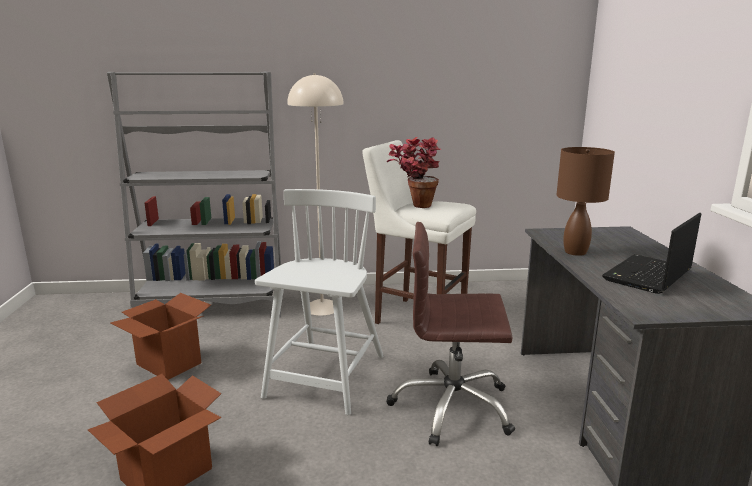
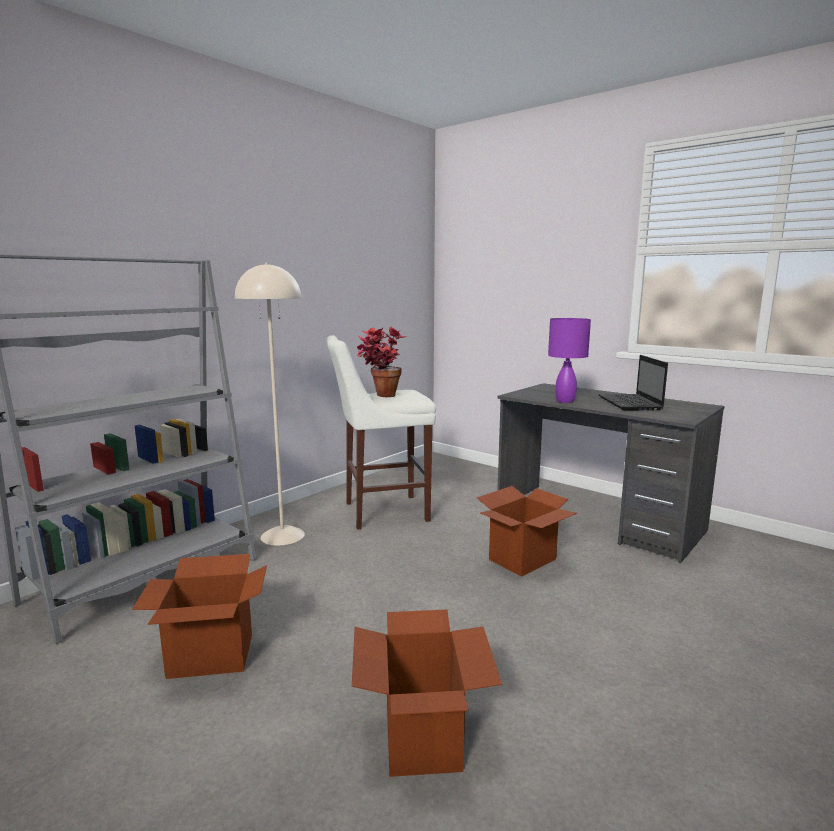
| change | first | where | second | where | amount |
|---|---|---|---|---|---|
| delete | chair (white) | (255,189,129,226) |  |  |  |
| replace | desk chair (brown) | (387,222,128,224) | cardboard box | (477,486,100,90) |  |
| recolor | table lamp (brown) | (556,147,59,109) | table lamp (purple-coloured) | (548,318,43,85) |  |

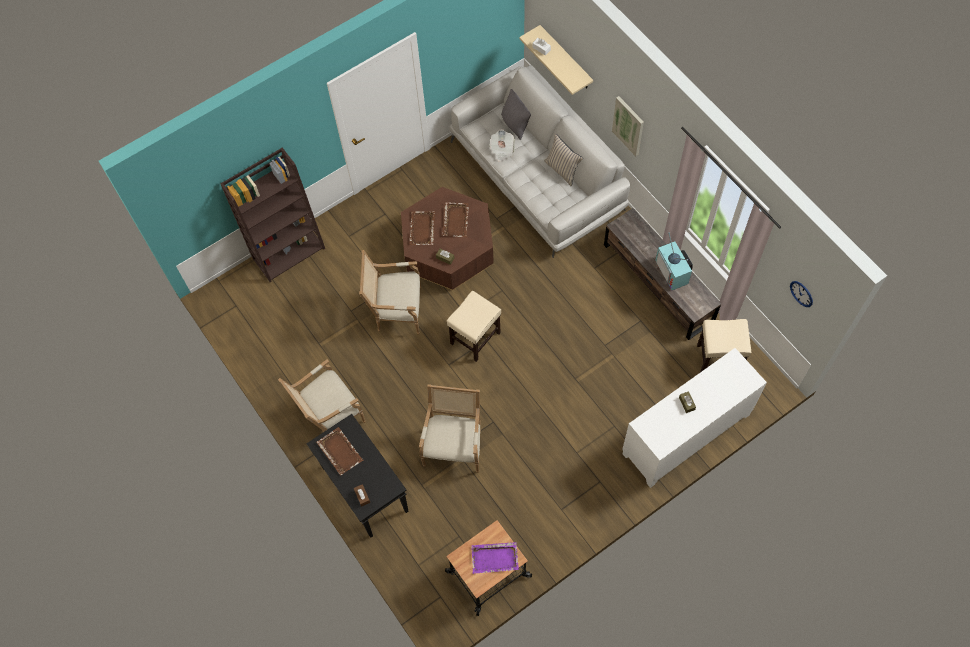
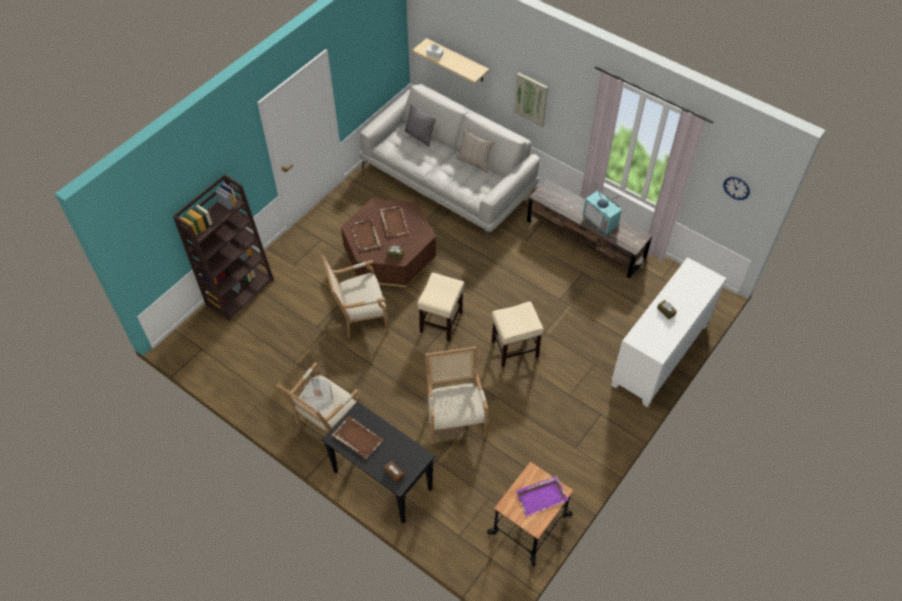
| change | first | where | second | where | amount |
|---|---|---|---|---|---|
| move | newspaper | (489,129,26,33) |  | (304,377,29,36) |  |
| move | stool (sand-coloured) | (697,319,54,53) |  | (491,301,53,66) |  |

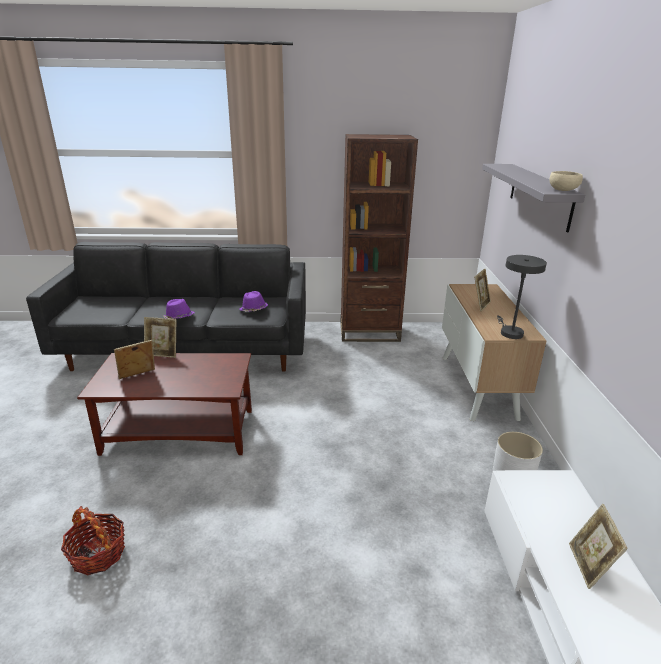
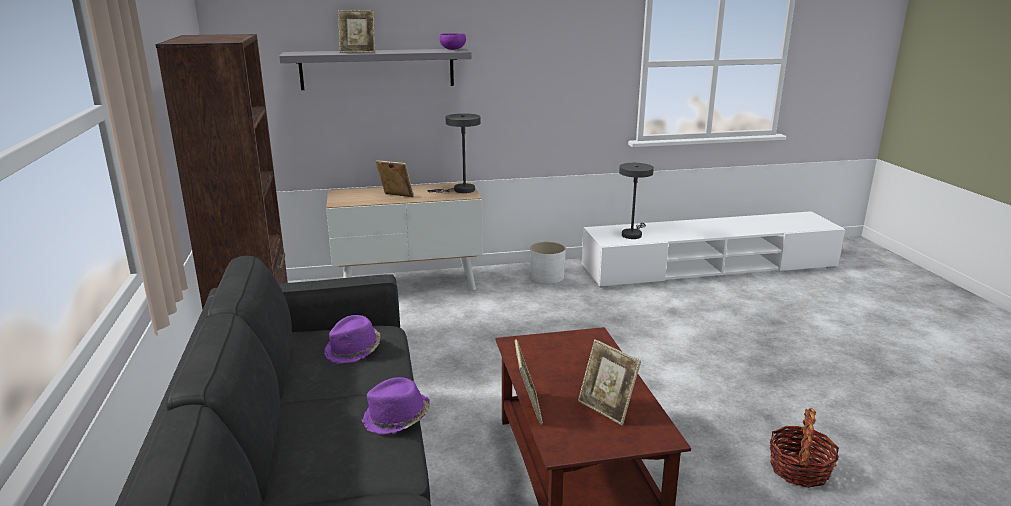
| change | first | where | second | where | amount |
|---|---|---|---|---|---|
| recolor | deep dish (sand-coloured) | (549,171,34,20) | deep dish (purple-coloured) | (440,33,26,17) |  |
| move | standing frame | (569,504,59,85) |  | (338,10,37,43) |  |
| insert |  |  | table lamp (greyish) | (619,163,35,76) |  |

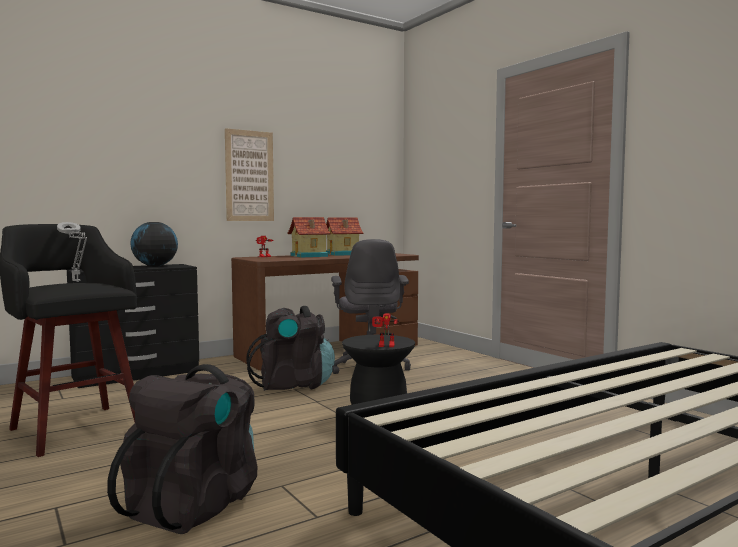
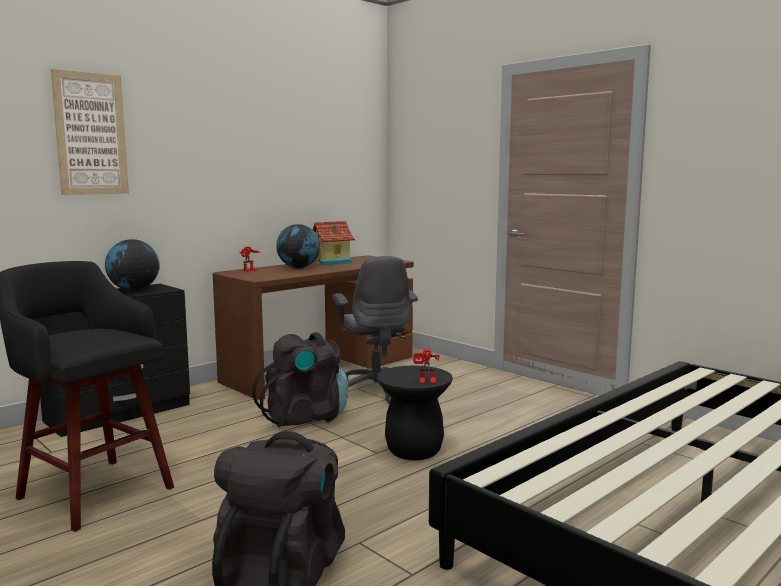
| change | first | where | second | where | amount |
|---|---|---|---|---|---|
| delete | table lamp (greyish) | (57,222,30,60) |  |  |  |
| move | wall art | (225,128,49,93) |  | (51,69,78,126) |  |
| replace | model house | (287,217,44,41) | desk globe | (276,224,44,44) |  |

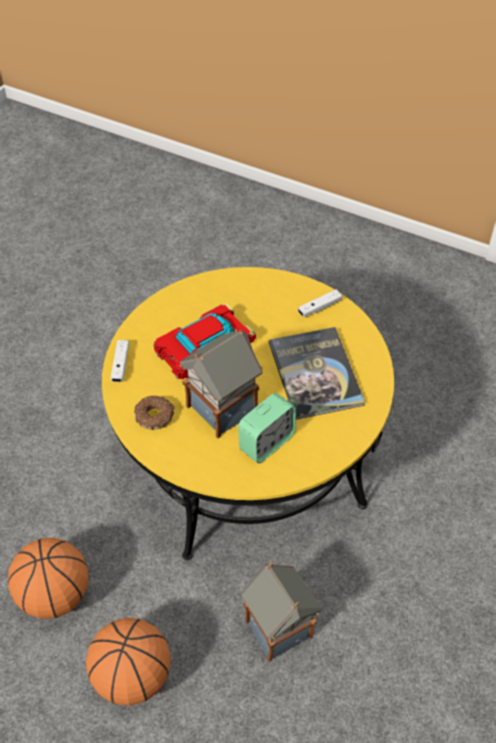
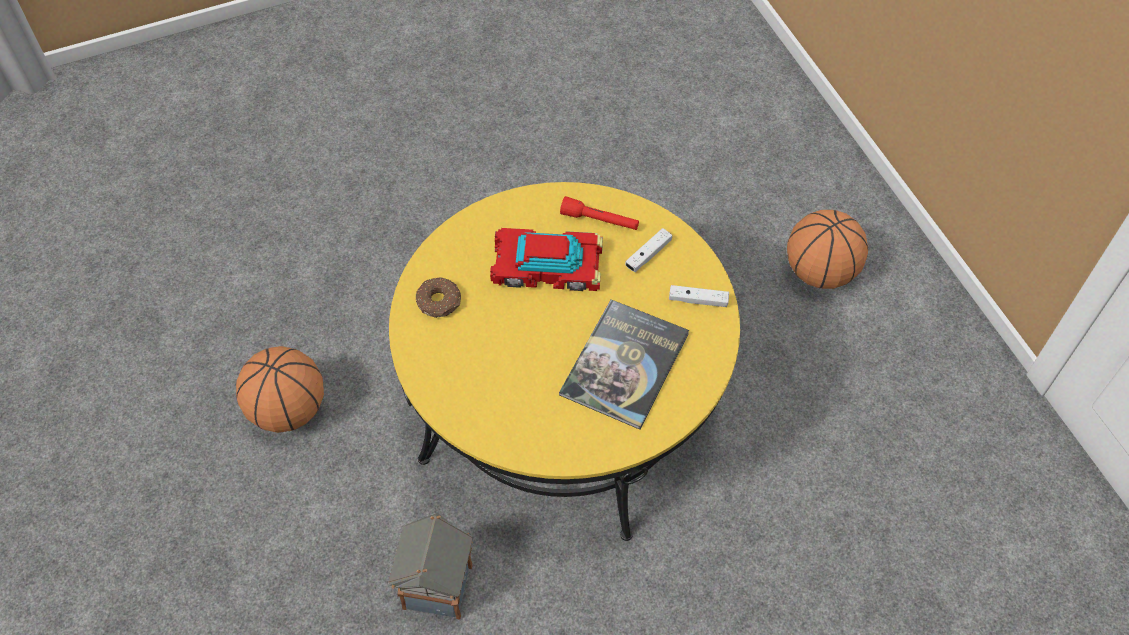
| change | first | where | second | where | amount |
|---|---|---|---|---|---|
| move | basketball | (86,618,85,88) |  | (787,210,81,79) |  |
| move | gamepad (white) | (111,340,18,42) |  | (625,228,47,44) |  |
| delete | model house | (180,329,83,109) |  |  |  |
| delete | bedside clock | (238,393,58,70) |  |  |  |
| insert |  |  | flashlight (reddish) | (560,196,79,34) |  |

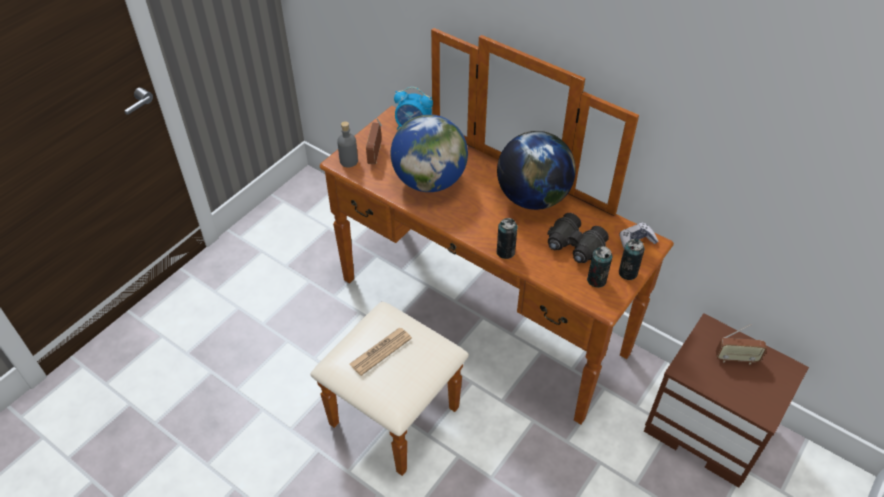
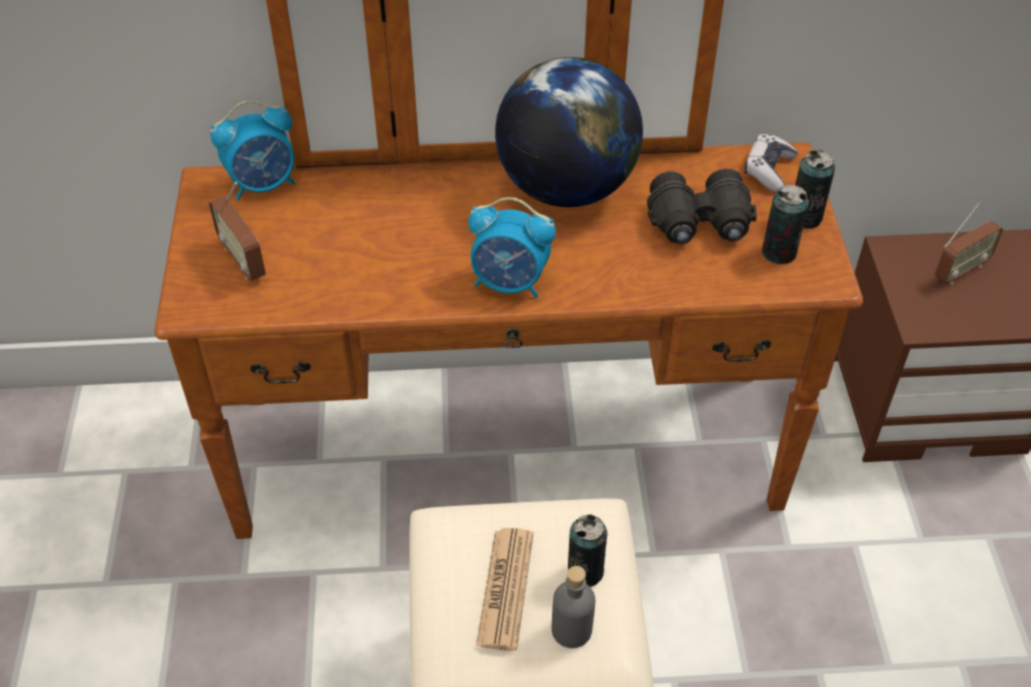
| change | first | where | second | where | amount |
|---|---|---|---|---|---|
| move | bottle (greyish) | (337,121,21,46) |  | (552,566,43,82) |  |
| delete | desk globe | (391,114,77,78) |  |  |  |
| move | can | (497,218,21,41) |  | (568,515,39,72) |  |
| insert |  |  | bedside clock | (468,197,88,101) |  |

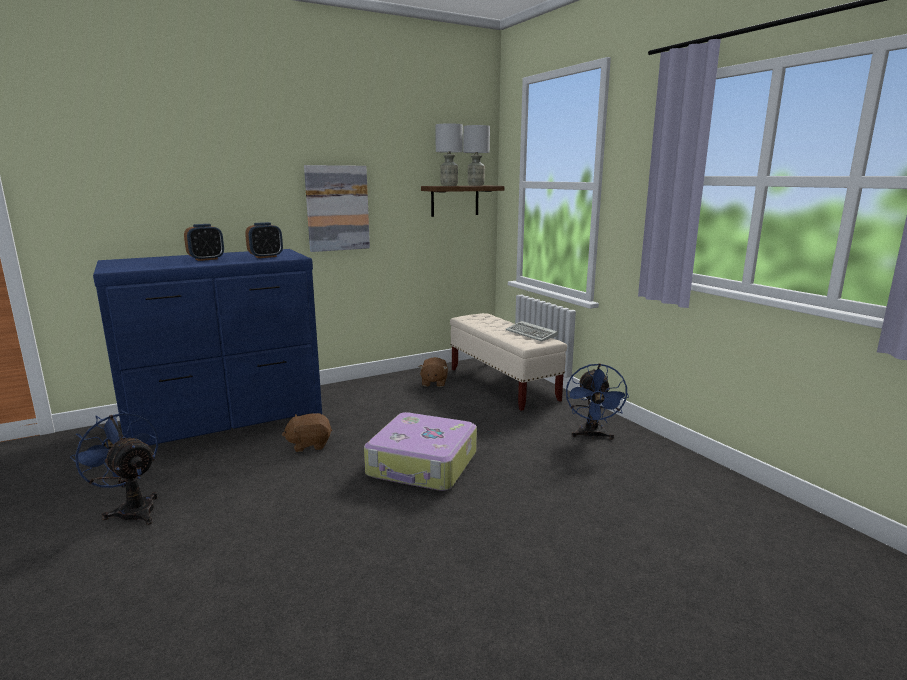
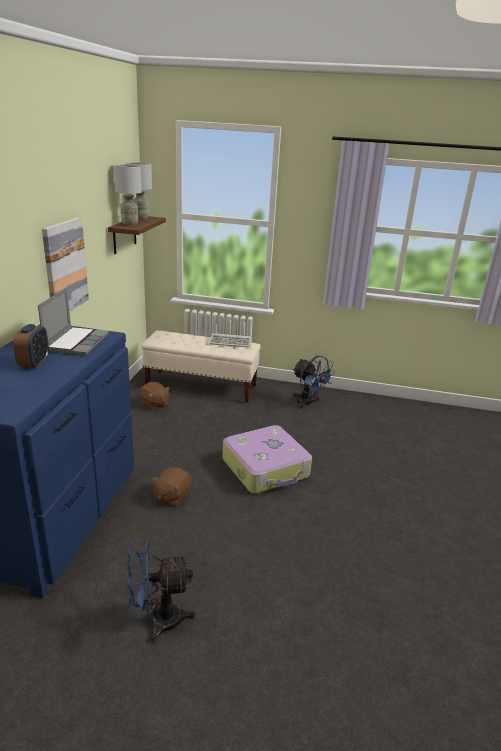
| change | first | where | second | where | amount |
|---|---|---|---|---|---|
| replace | bedside clock | (245,222,38,36) | notebook computer | (38,288,71,67) |  |

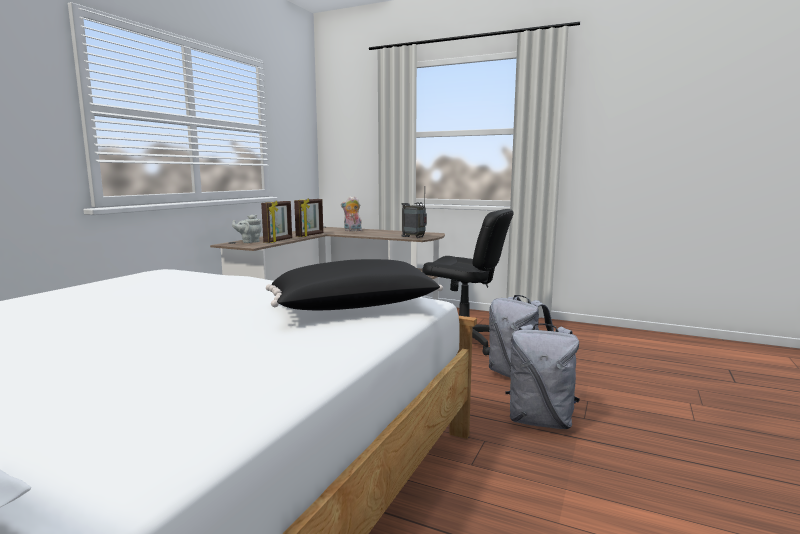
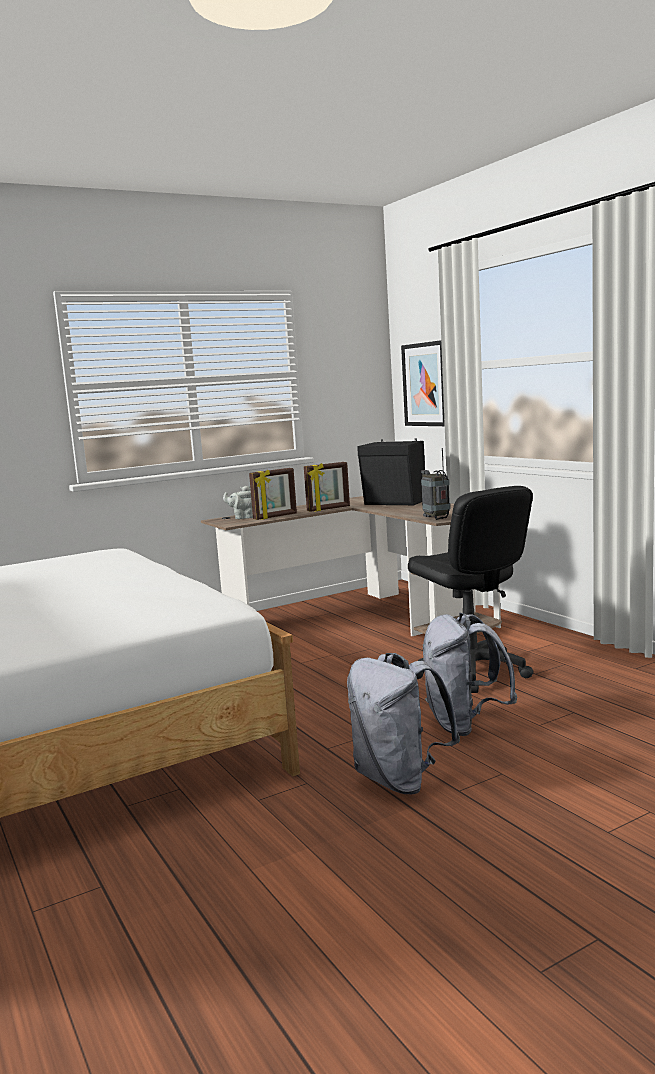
| change | first | where | second | where | amount |
|---|---|---|---|---|---|
| delete | pillow (blackish) | (266,259,177,51) |  |  |  |
| replace | soft toy | (341,196,22,35) | audio speaker (blackish) | (357,438,68,67) |  |
| insert |  |  | wall art | (401,340,44,86) |  |

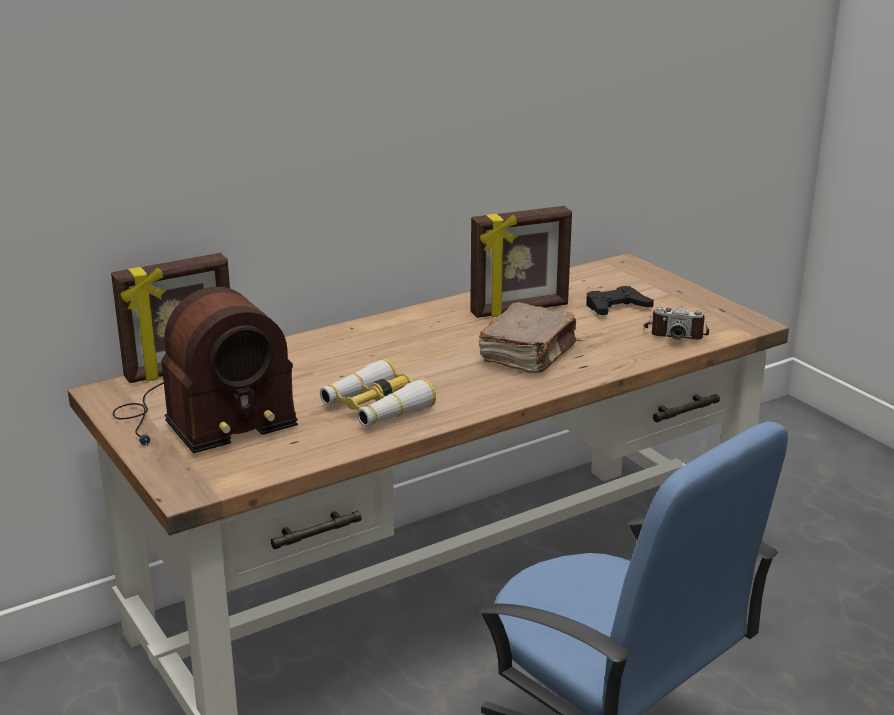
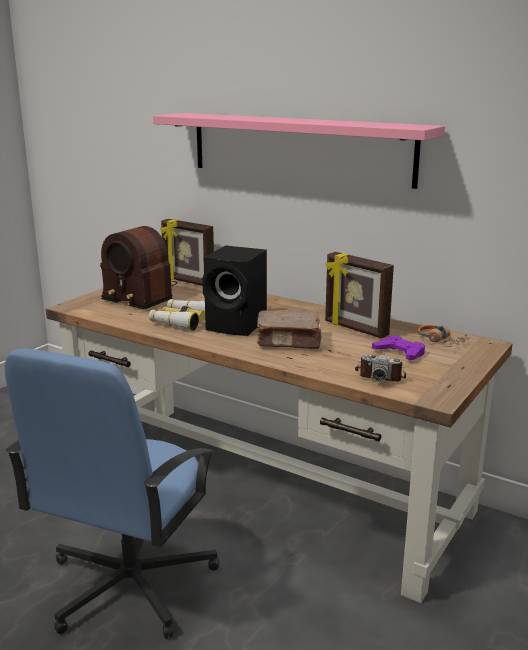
| change | first | where | second | where | amount |
|---|---|---|---|---|---|
| recolor | gamepad (blackish) | (587,286,67,30) | gamepad (purple-coloured) | (372,335,53,25) |  |
| rotate | still camera | (643,306,66,34) |  | (355,354,51,28) | 60 degrees counterclockwise |
| insert |  |  | bracket shelf (pinkish) | (153,113,292,76) |  |
| insert |  |  | audio speaker (blackish) | (202,245,65,91) |  |
| insert |  |  | pair of headphones | (418,325,51,22) |  |

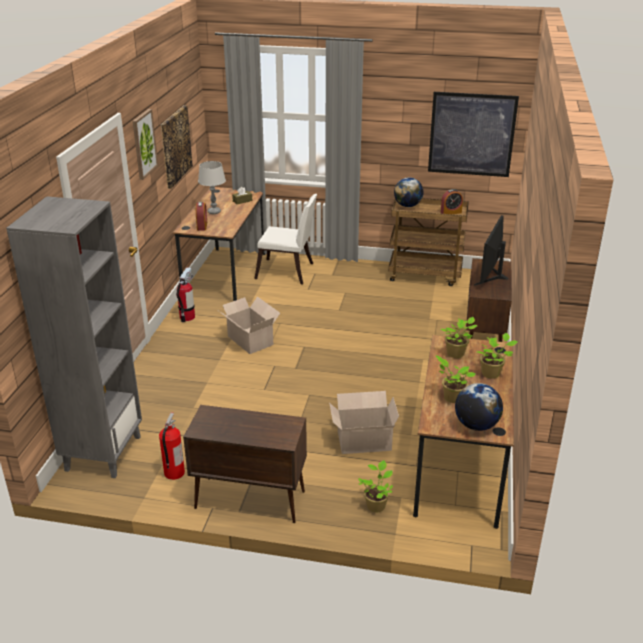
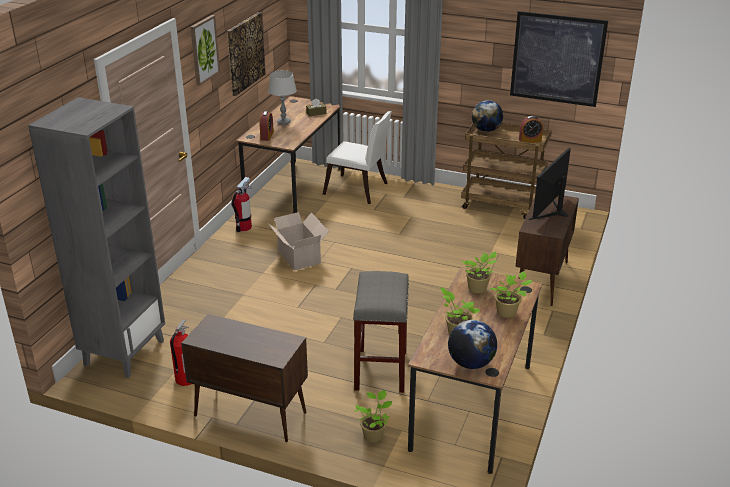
| change | first | where | second | where | amount |
|---|---|---|---|---|---|
| replace | cardboard box | (329,391,70,63) | stool (greyish) | (353,271,56,122) |  |

